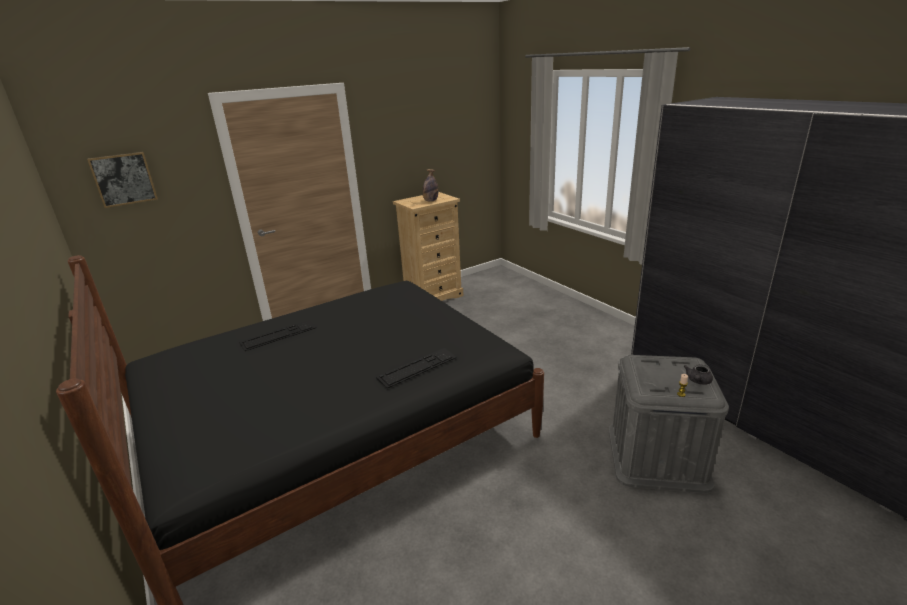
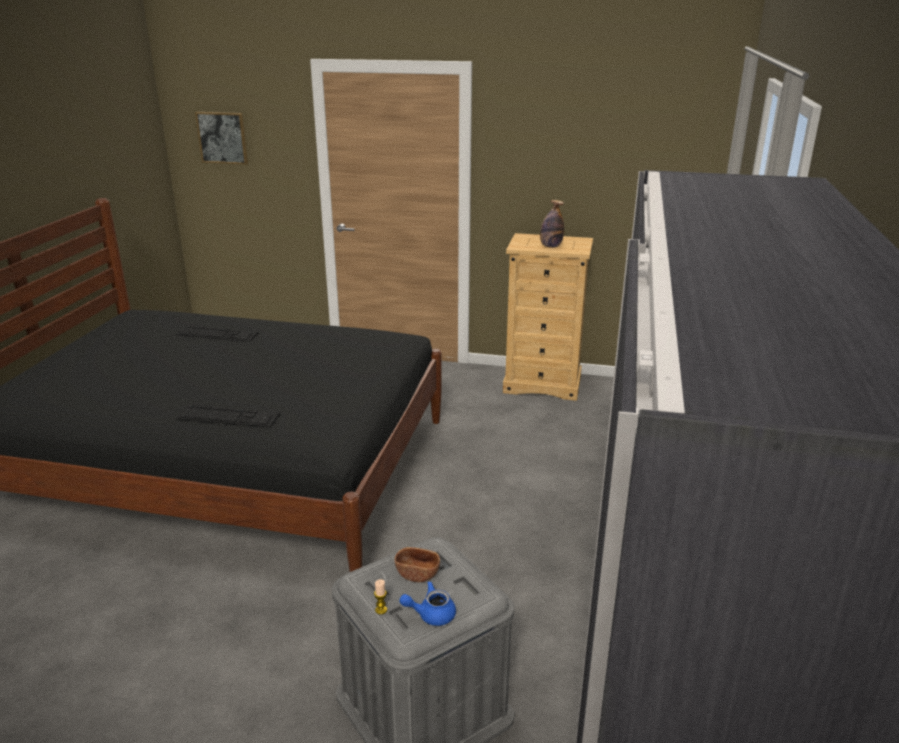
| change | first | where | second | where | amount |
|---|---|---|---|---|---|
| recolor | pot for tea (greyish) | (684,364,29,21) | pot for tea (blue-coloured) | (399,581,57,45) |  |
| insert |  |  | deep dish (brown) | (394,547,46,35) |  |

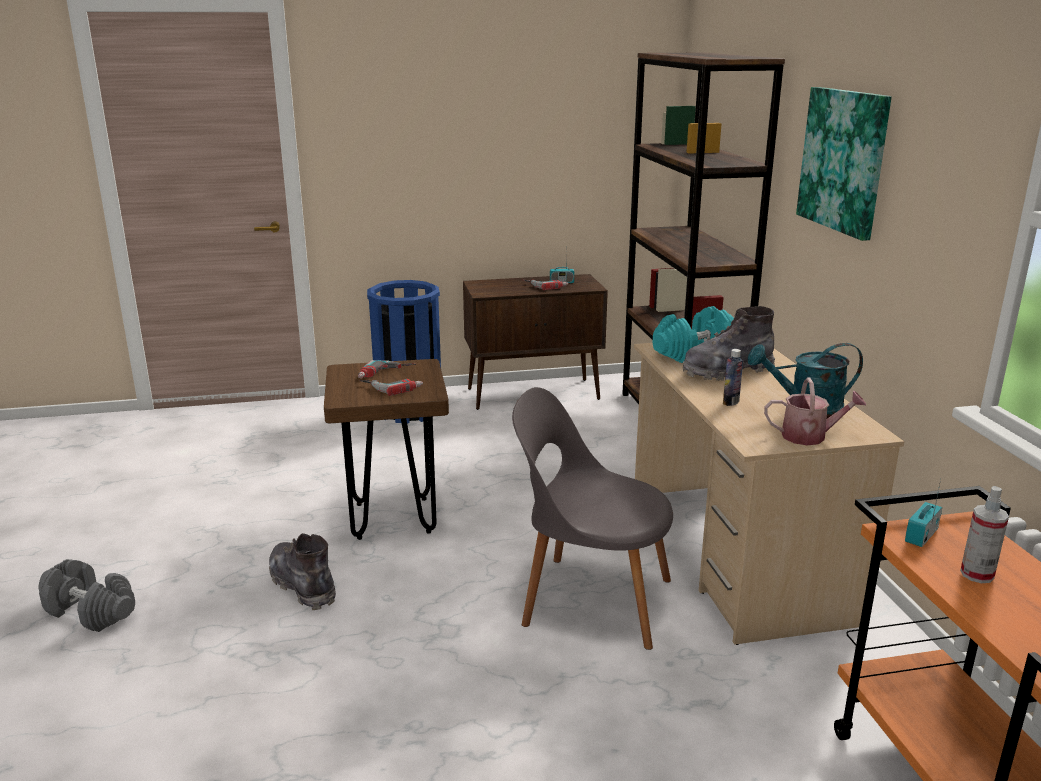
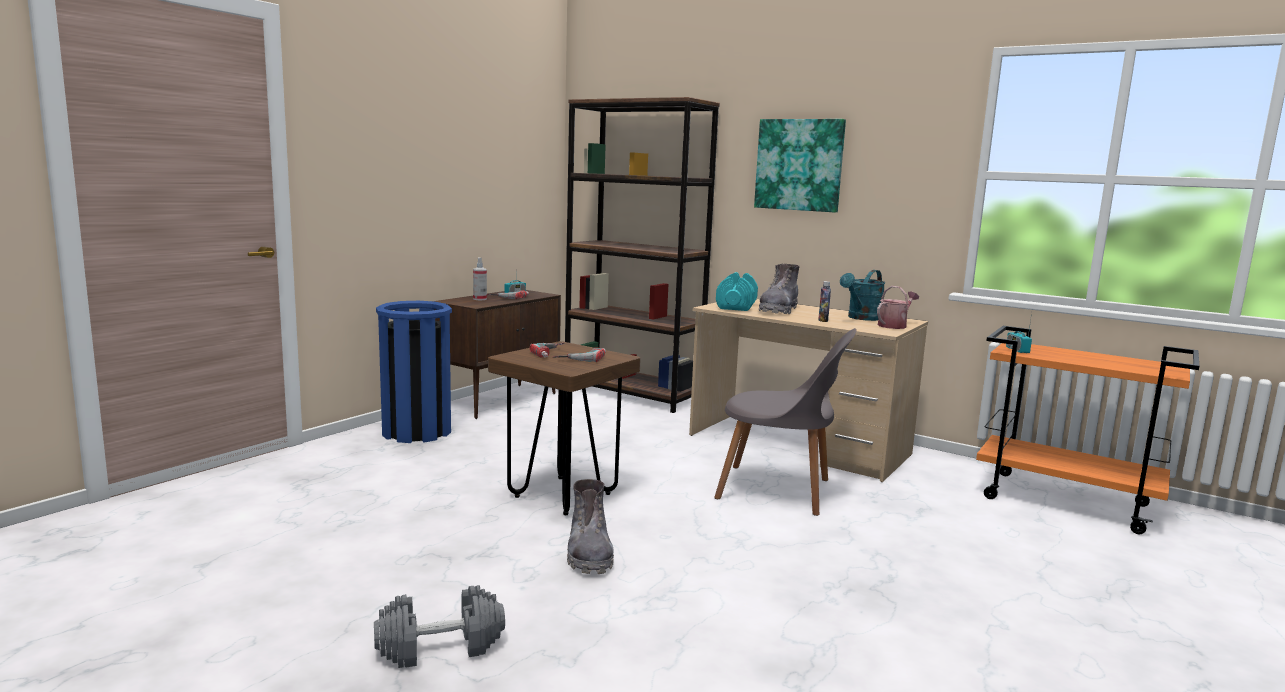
| change | first | where | second | where | amount |
|---|---|---|---|---|---|
| rotate | boot (greyish) | (269,533,67,77) |  | (567,479,47,95) | 105 degrees counterclockwise |
| rotate | chair (greyish) | (512,387,161,263) |  | (714,328,143,188) | 135 degrees counterclockwise |
| move | sprayer | (960,486,49,97) |  | (473,257,14,43) |  |

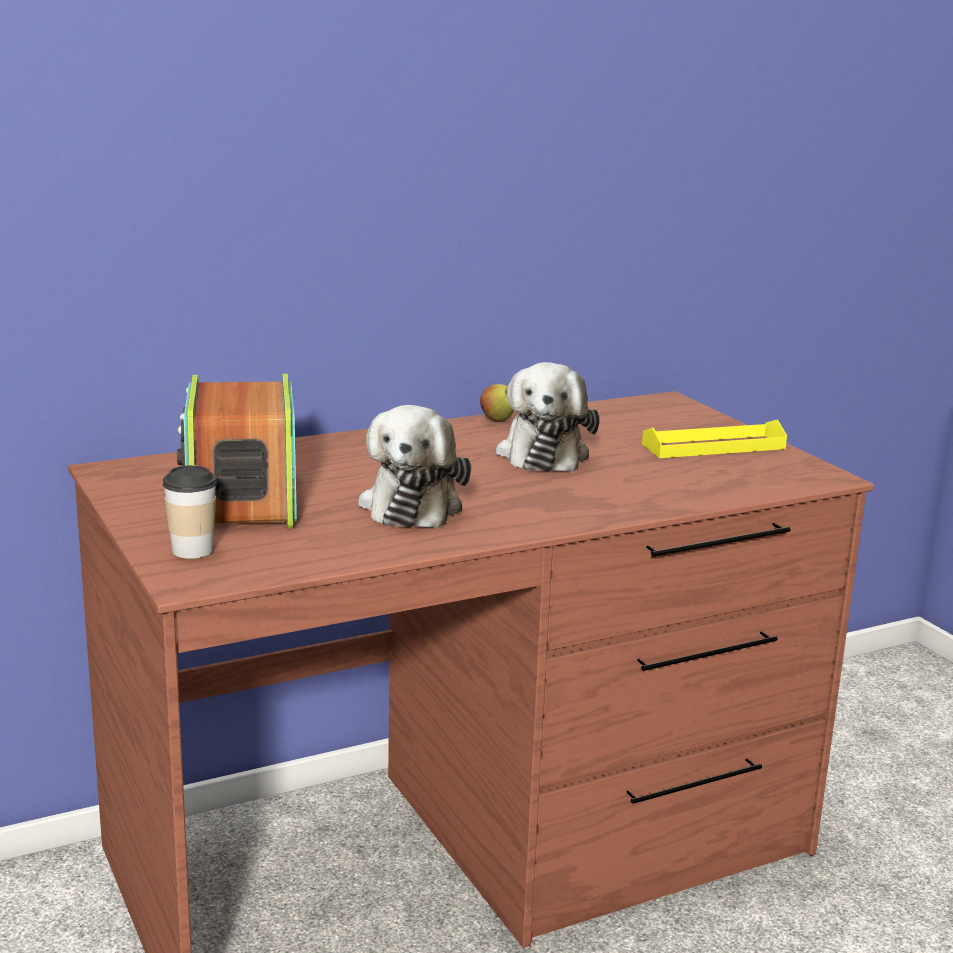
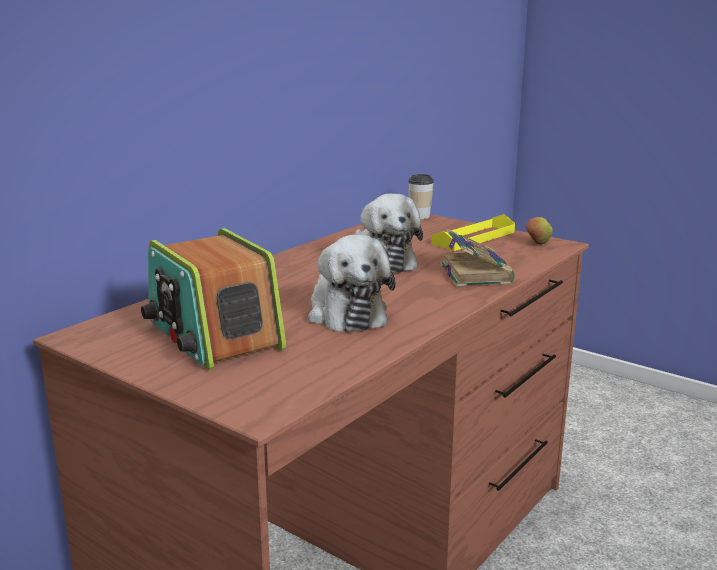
| change | first | where | second | where | amount |
|---|---|---|---|---|---|
| move | small cup | (163,465,54,94) |  | (408,174,26,45) |  |
| move | whole apple | (480,384,34,38) |  | (525,217,28,28) |  |
| insert |  |  | volume | (440,229,75,57) |  |

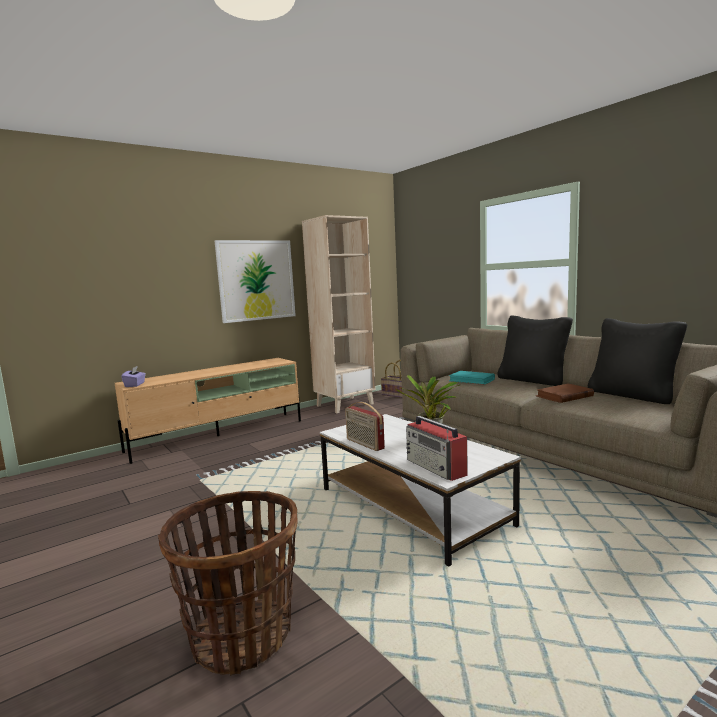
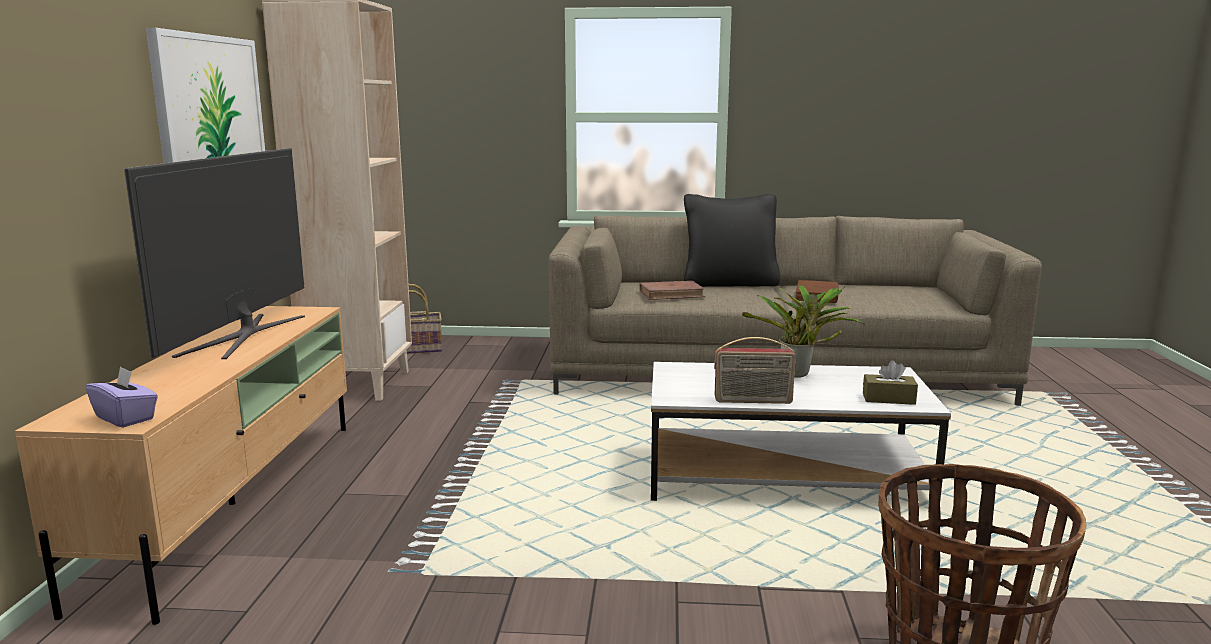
| change | first | where | second | where | amount |
|---|---|---|---|---|---|
| replace | radio receiver | (406,416,62,65) | box of tissues (brown) | (863,360,55,45) |  |
| recolor | volume (turquoise-coloured) | (449,371,46,14) | volume (brown) | (639,281,66,19) |  |
| delete | pillow (blackish) | (588,318,99,86) |  |  |  |
| insert |  |  | television | (124,148,181,211) |  |

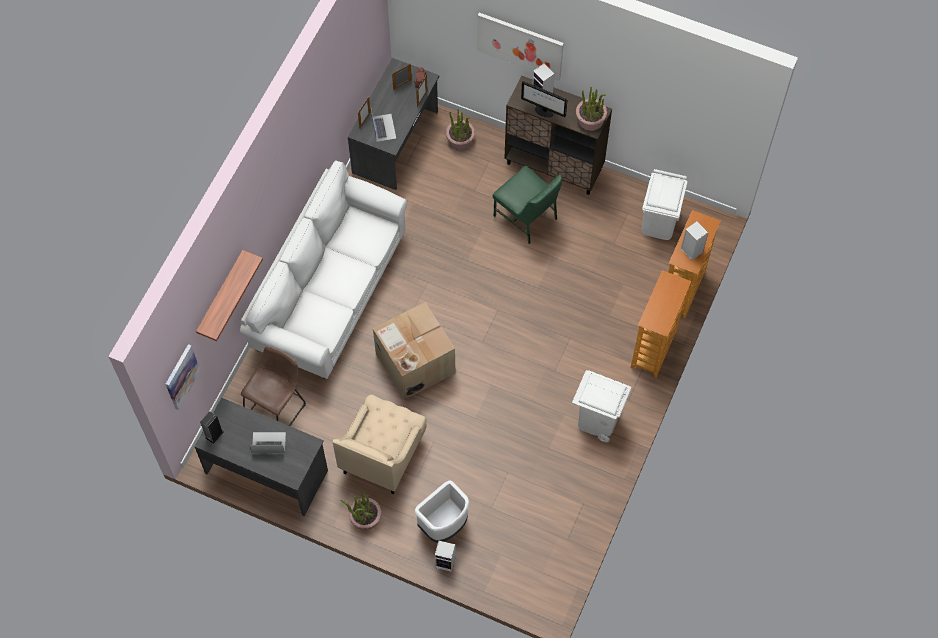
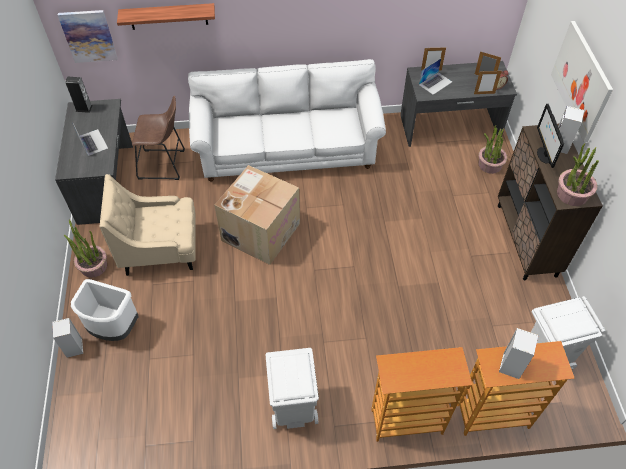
| change | first | where | second | where | amount |
|---|---|---|---|---|---|
| delete | chair (greenish) | (493,166,69,78) |  |  |  |

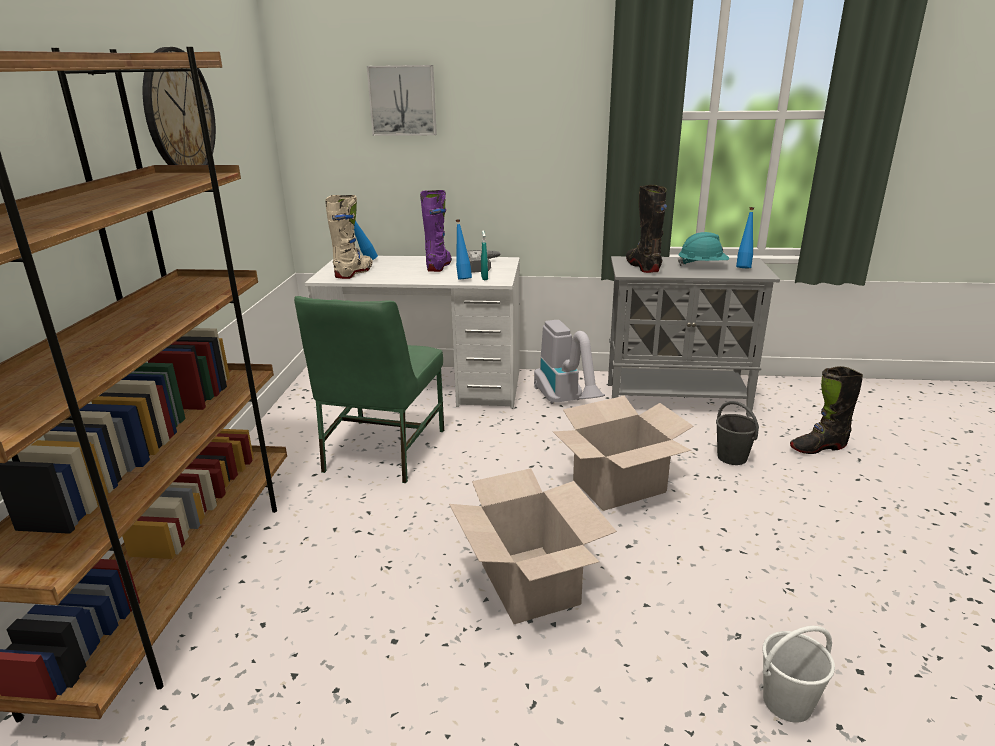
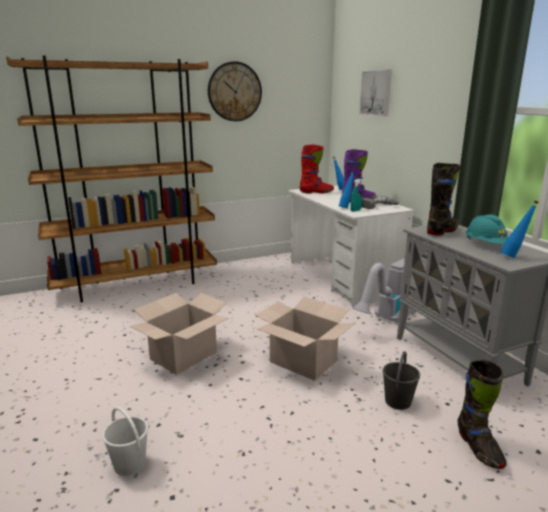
| change | first | where | second | where | amount |
|---|---|---|---|---|---|
| delete | chair (greenish) | (294,296,150,187) |  |  |  |
| recolor | boot (sand-coloured) | (325,195,47,84) | boot (reddish) | (300,145,34,48) |  |
| rotate | boot (blackish) | (790,366,73,88) |  | (457,360,50,109) | 150 degrees counterclockwise |

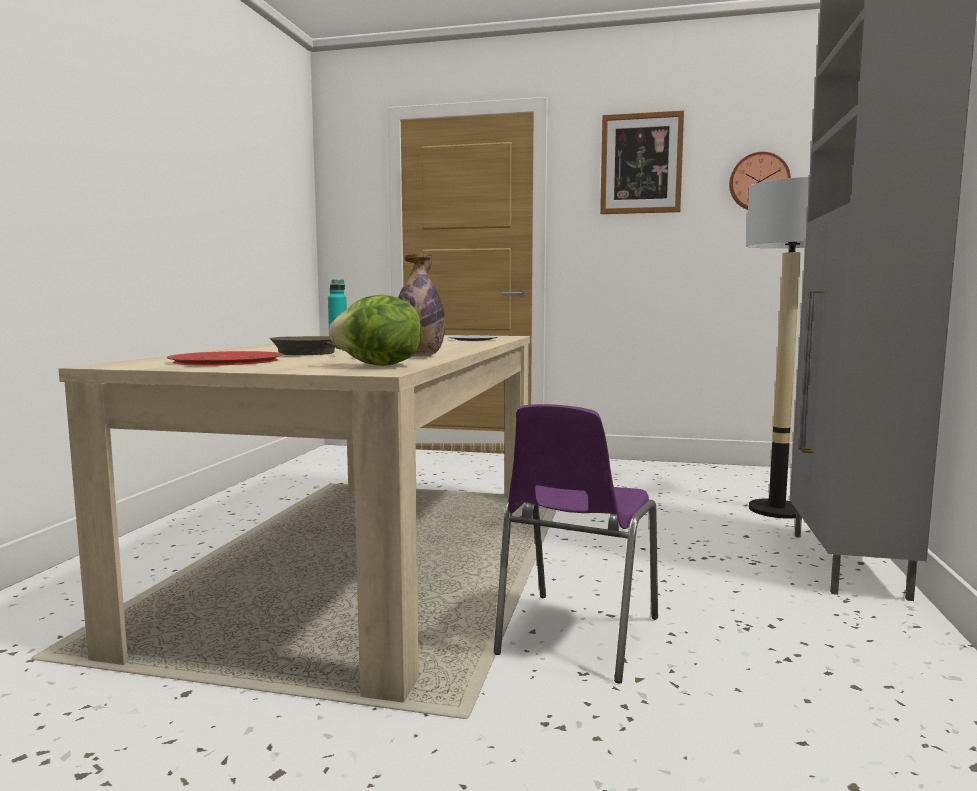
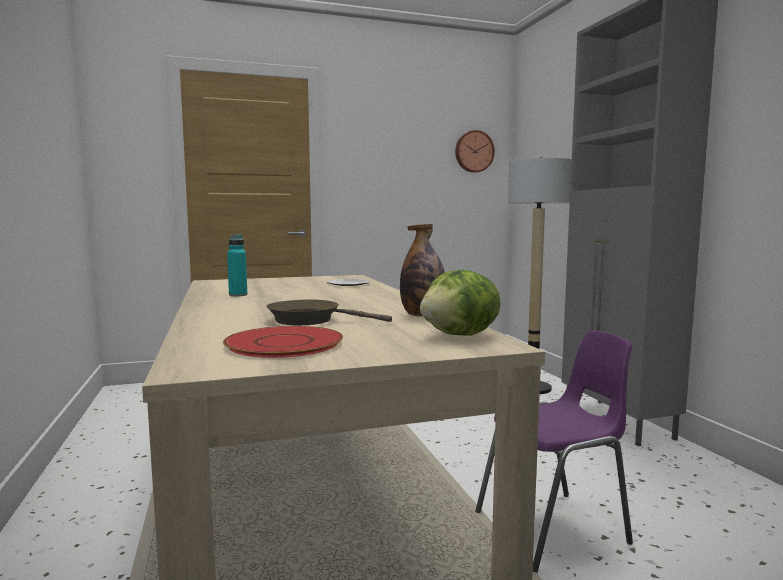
| change | first | where | second | where | amount |
|---|---|---|---|---|---|
| rotate | chair (purple-coloured) | (494,404,164,279) |  | (475,330,158,243) | 105 degrees counterclockwise |
| delete | wall art | (600,110,84,104) |  |  |  |

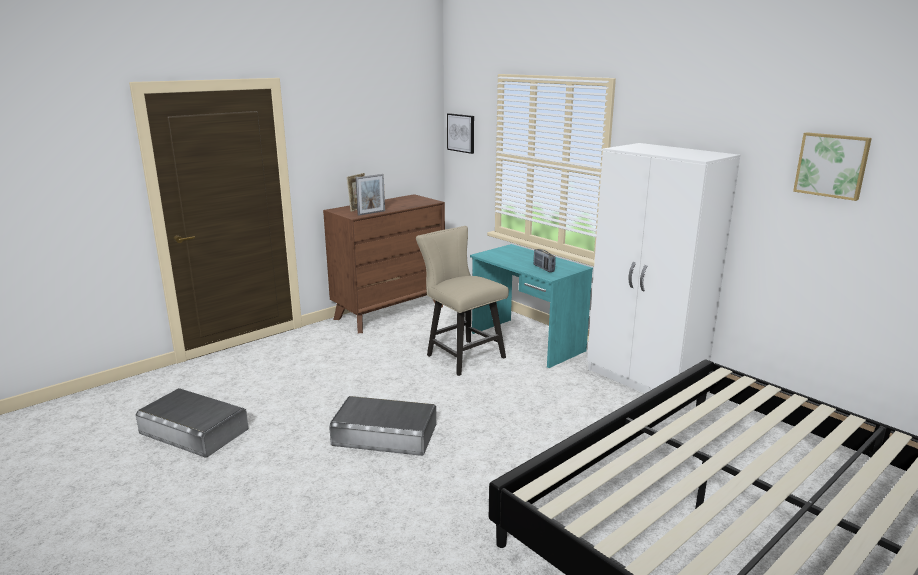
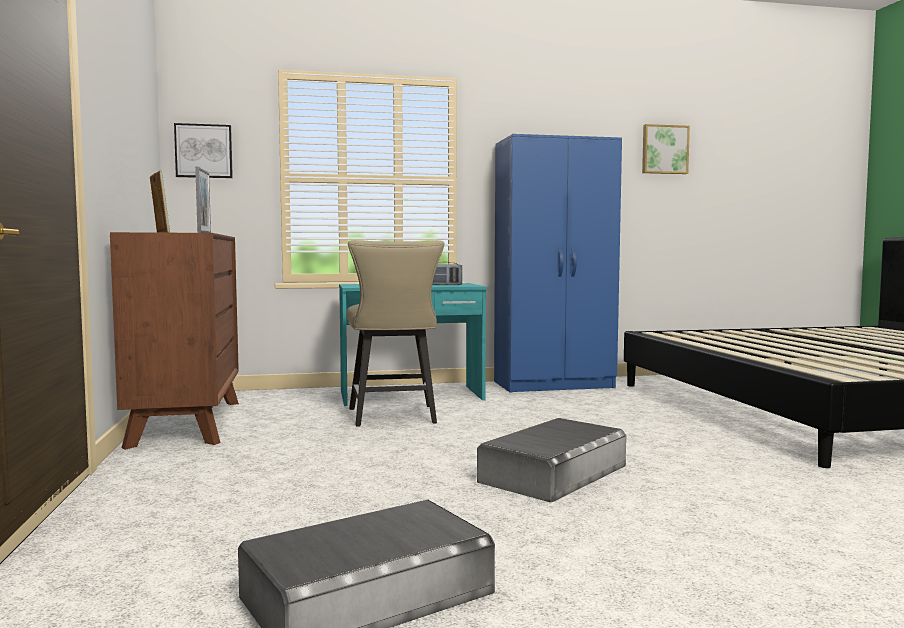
| change | first | where | second | where | amount |
|---|---|---|---|---|---|
| rotate | chair (sand-coloured) | (416,226,93,150) |  | (347,240,97,187) | 90 degrees counterclockwise |
| recolor | wardrobe (white) | (587,143,153,251) | wardrobe (blue-coloured) | (494,134,128,258) |  |

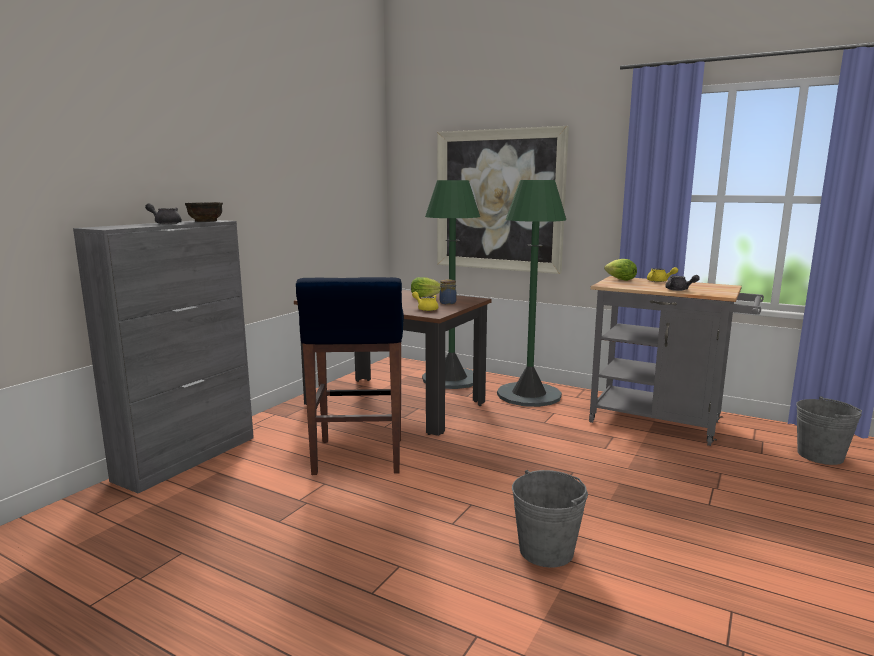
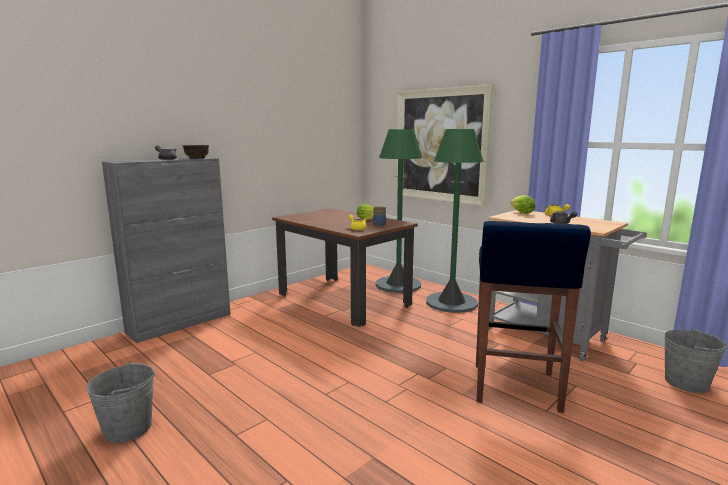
| change | first | where | second | where | amount |
|---|---|---|---|---|---|
| move | stool (blue-coloured) | (296,277,108,198) |  | (476,221,115,192) |  |
| move | pail (greyish) | (512,470,76,97) |  | (86,362,69,81) |  |

